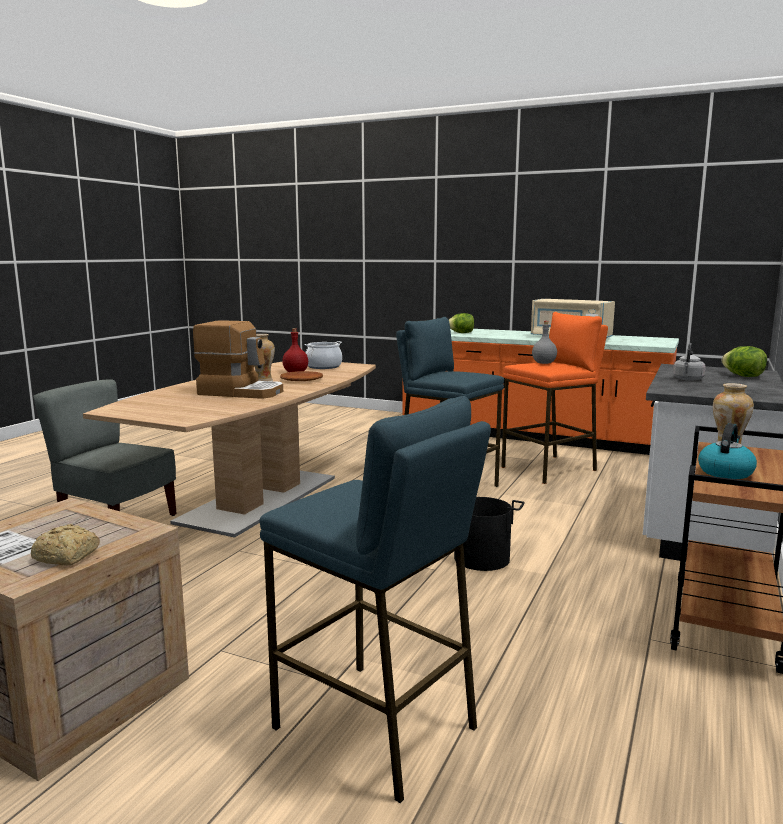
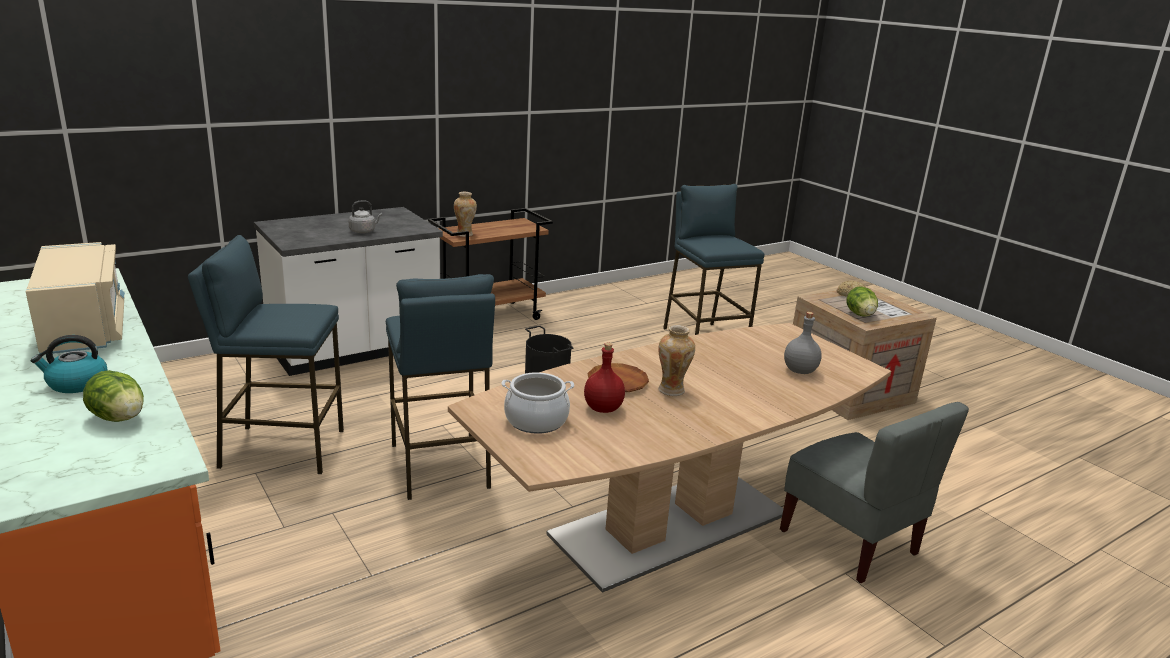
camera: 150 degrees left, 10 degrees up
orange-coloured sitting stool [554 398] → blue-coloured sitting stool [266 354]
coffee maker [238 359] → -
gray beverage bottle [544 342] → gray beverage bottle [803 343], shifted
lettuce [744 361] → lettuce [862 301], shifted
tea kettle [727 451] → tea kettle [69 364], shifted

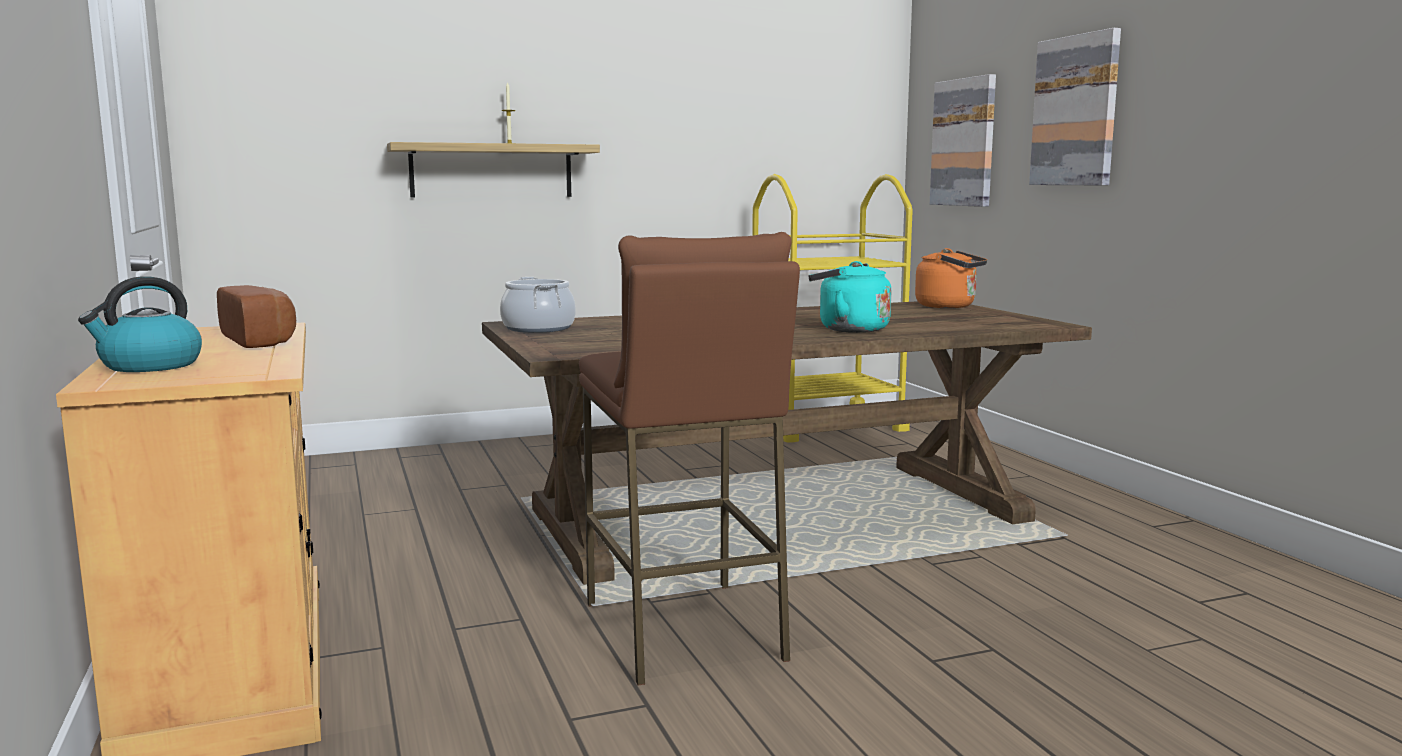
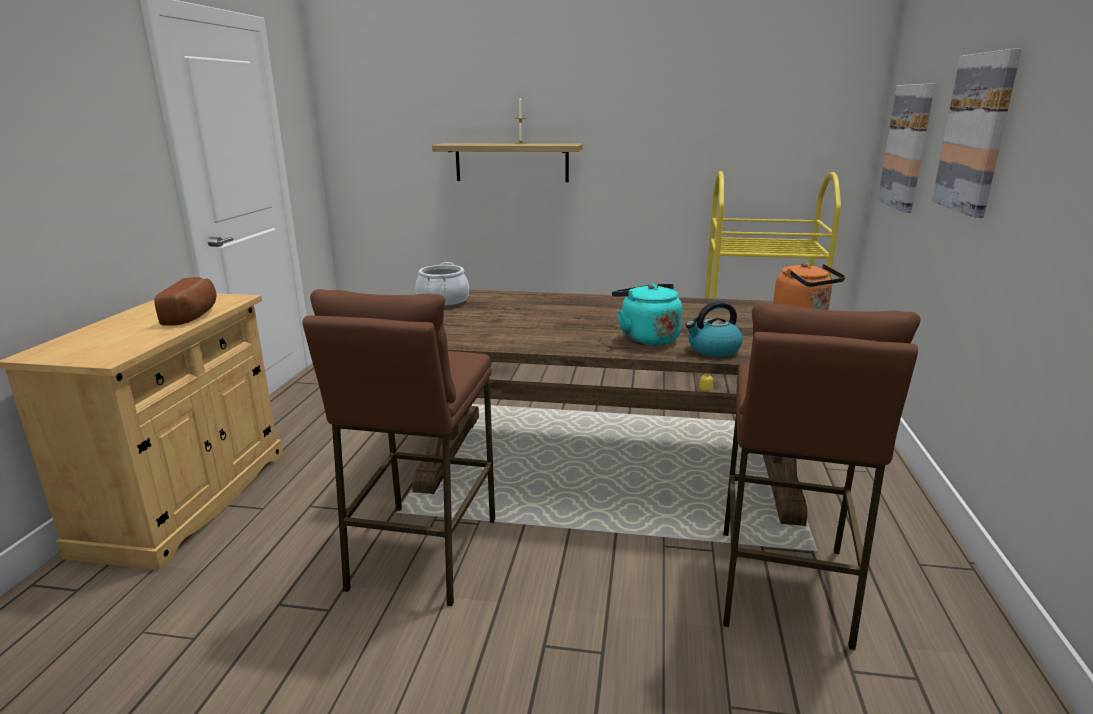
camera: 30 degrees right, 10 degrees up
tea kettle [140 324] → tea kettle [714 329], shifted
- → brown sitting stool [821 476]

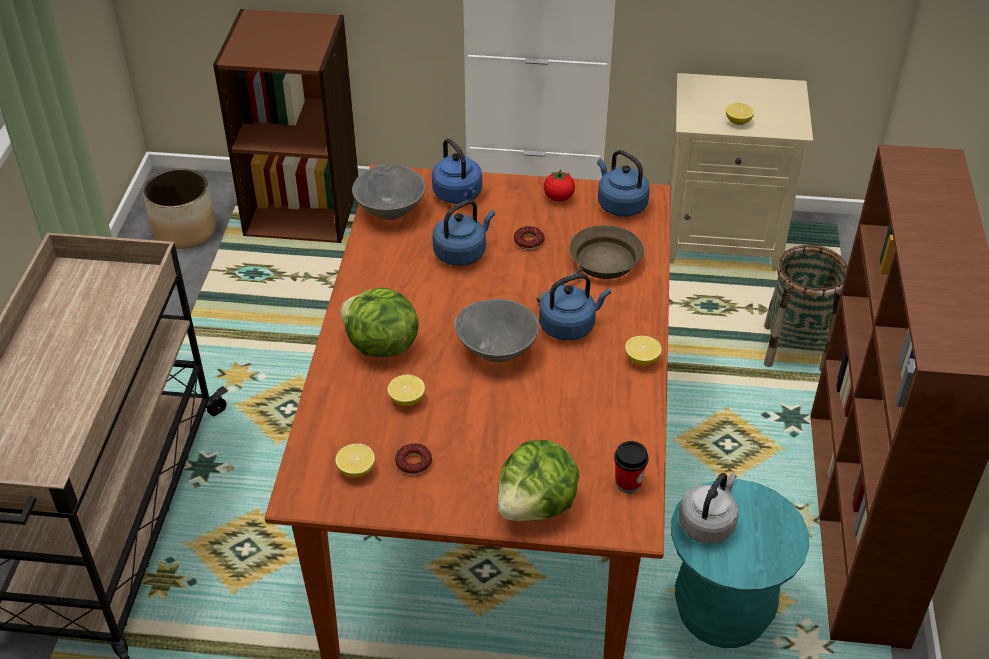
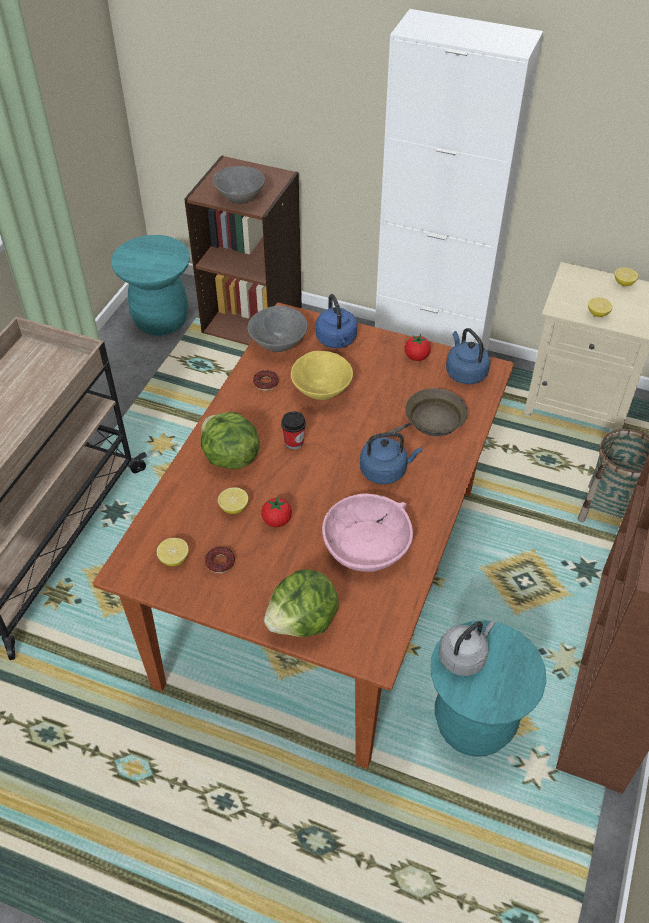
camera: 15 degrees right, 5 degrees up
plant pot [179 208] → turquoise-coloured sitting stool [150 285]
blue-coloured tea kettle [463 233] → yellowish deep dish [322 375]
donut [529 238] → donut [266 380], shifted
gray deep dish [496 330] → gray deep dish [239 185], shifted
whole lemon [643 351] → whole lemon [626 276], shifted
drinking cup [631 467] → drinking cup [293 430], shifted
- → pink deep dish [367 533]
- → whole tomato [276 511]

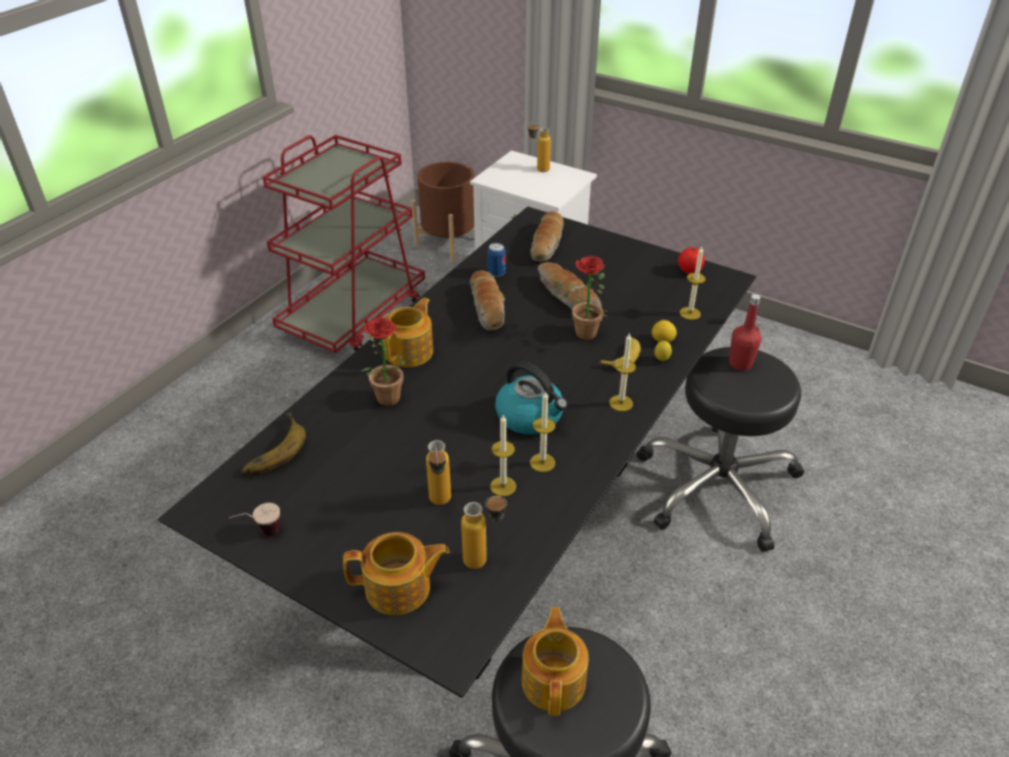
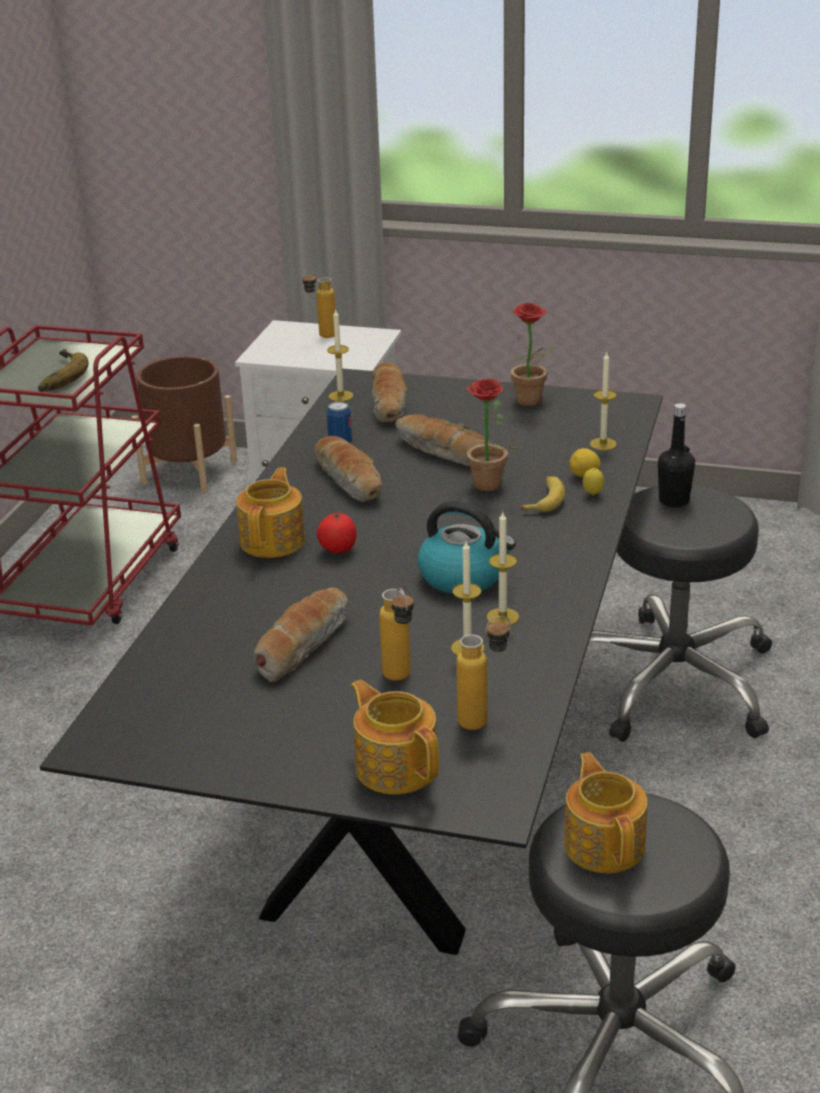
camera: 15 degrees left, 10 degrees down
whole tomato [691 260] → whole tomato [337 533], shifted
red beverage bottle [745 332] → black beverage bottle [676 455]
houseplant [390 361] → houseplant [532 354], shifted
wax light [622 372] → wax light [340 354], shifted
banana [273 444] → banana [63 370], shifted
drinking cup [254 520] → -
teapot [396 573] → teapot [395 737], 105 degrees counterclockwise
- → bakery bread [301 634]

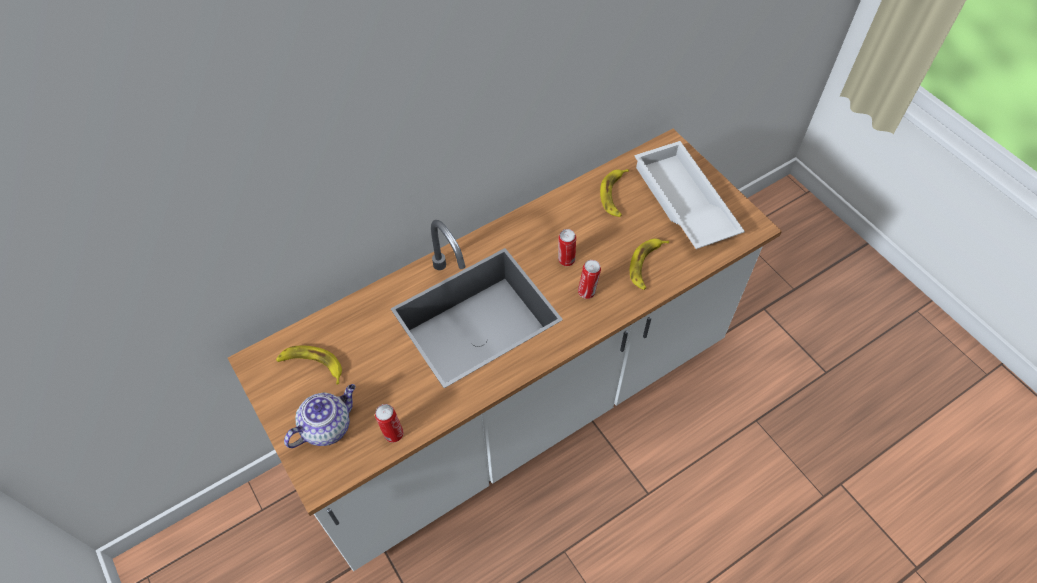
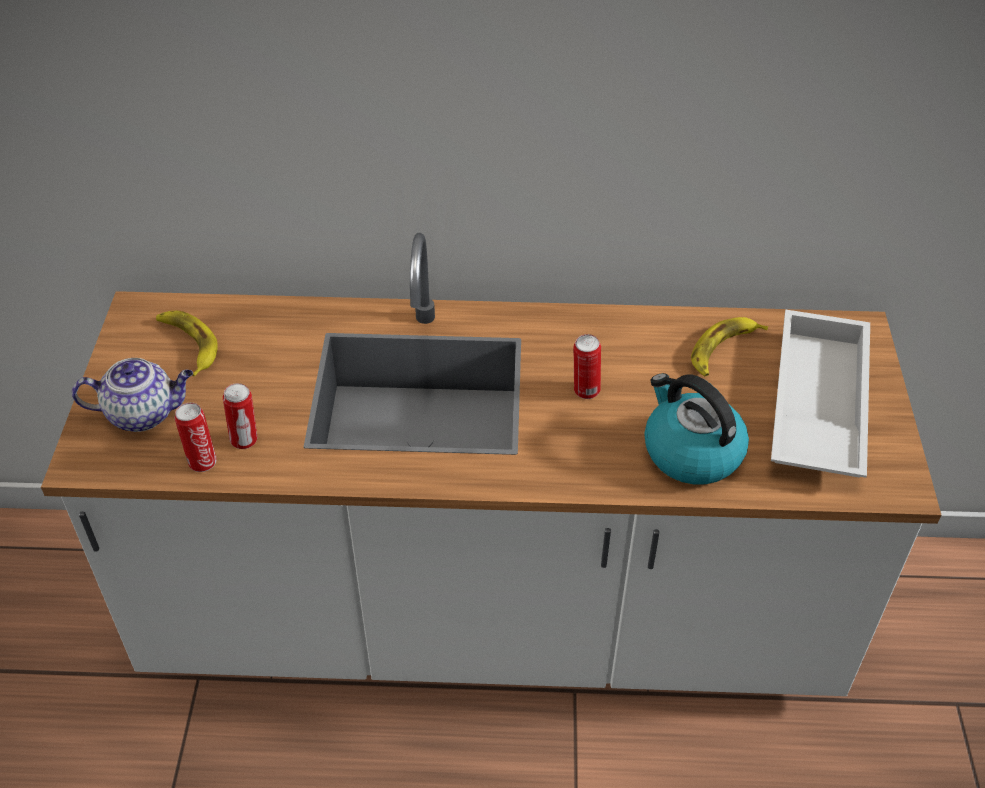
camera: 35 degrees right, 10 degrees down
banana [649 264] → tea kettle [696 428]
sealed can [589 279] → sealed can [240 416], shifted

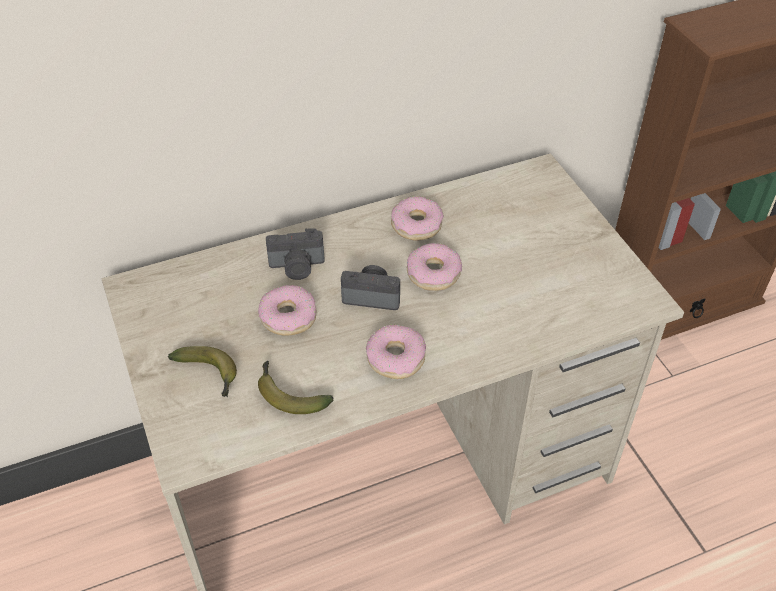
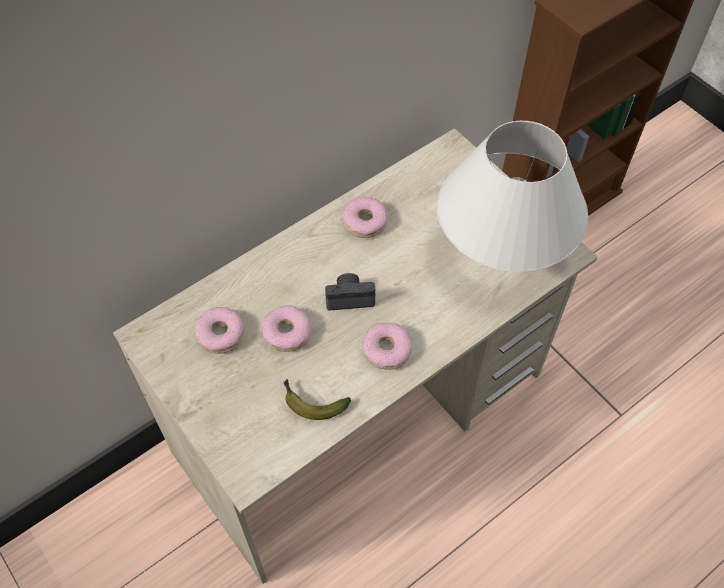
camera: 15 degrees left, 10 degrees up
photo camera [295 254] → -
donut [434 267] → donut [220 330], shifted
banana [202 371] → -
- → white-coloured table lamp [512 196]

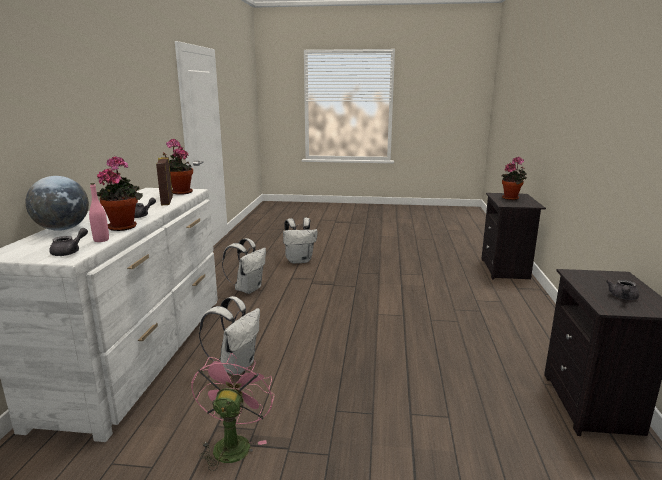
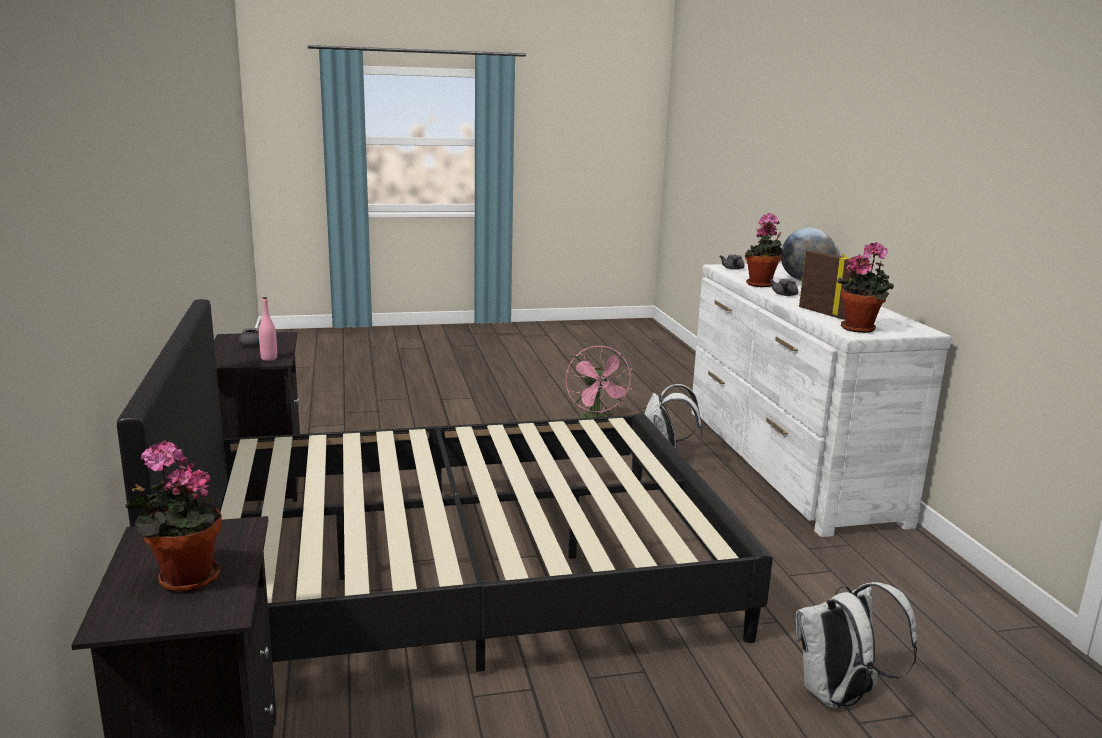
camera: 160 degrees right, 0 degrees up
pink beverage bottle [99 212] → pink beverage bottle [268 329], shifted
white-coloured knapsack [244 266] → -
- → black bedroom bed [445 485]

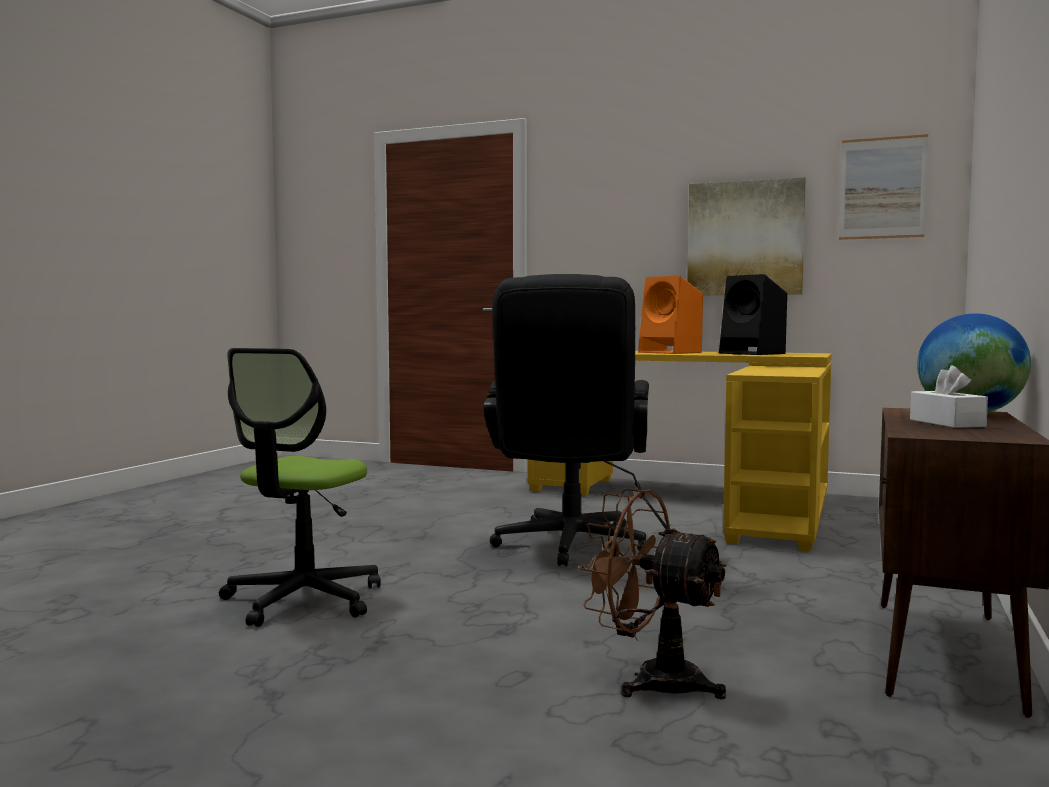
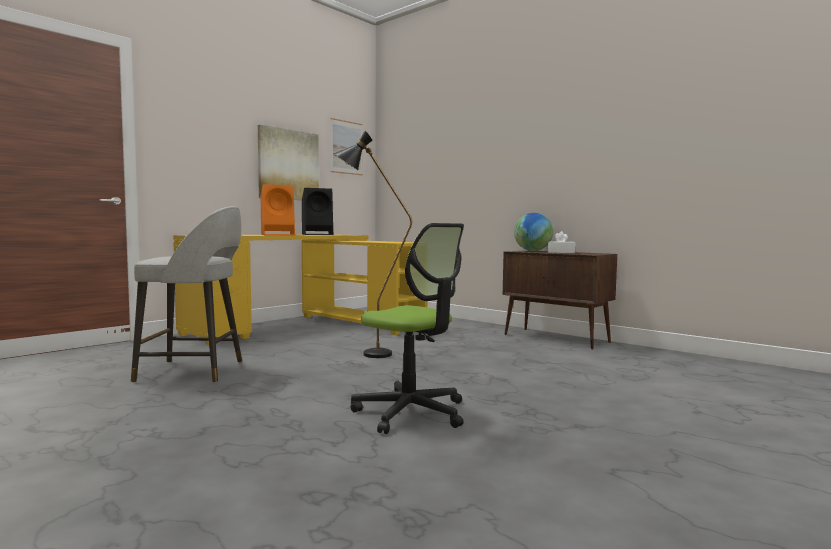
camera: 70 degrees left, 0 degrees up
black desk chair [566 420] → black standing lamp [373 244]
brown cooling fan [653 594] → -
- → gray sitting stool [186 294]

